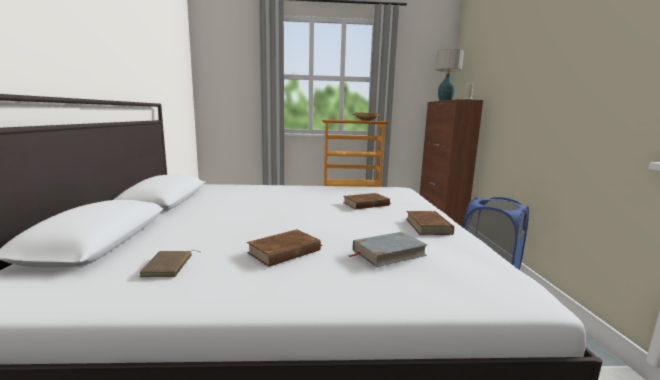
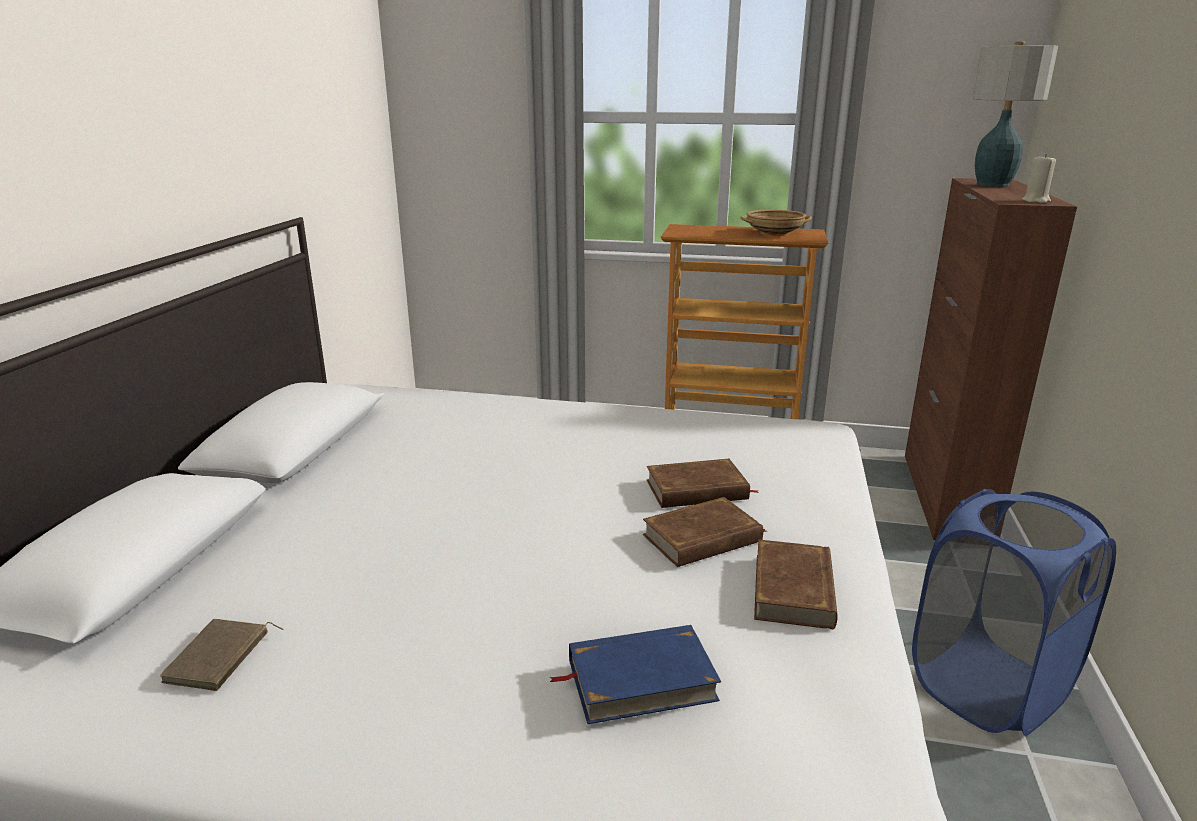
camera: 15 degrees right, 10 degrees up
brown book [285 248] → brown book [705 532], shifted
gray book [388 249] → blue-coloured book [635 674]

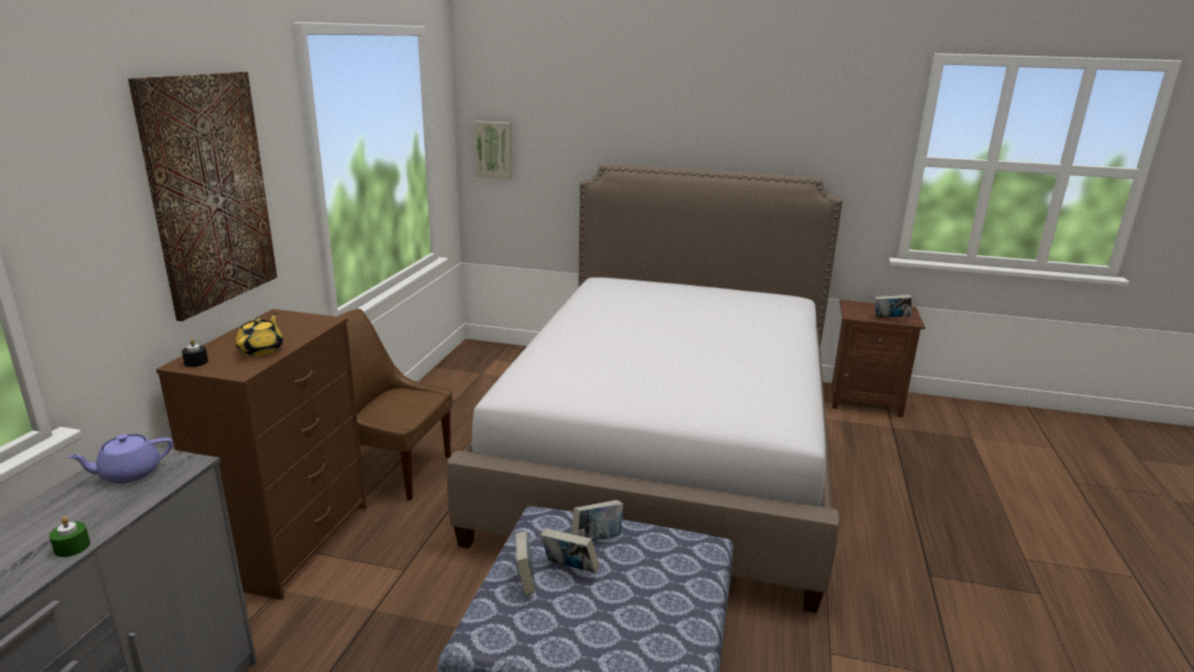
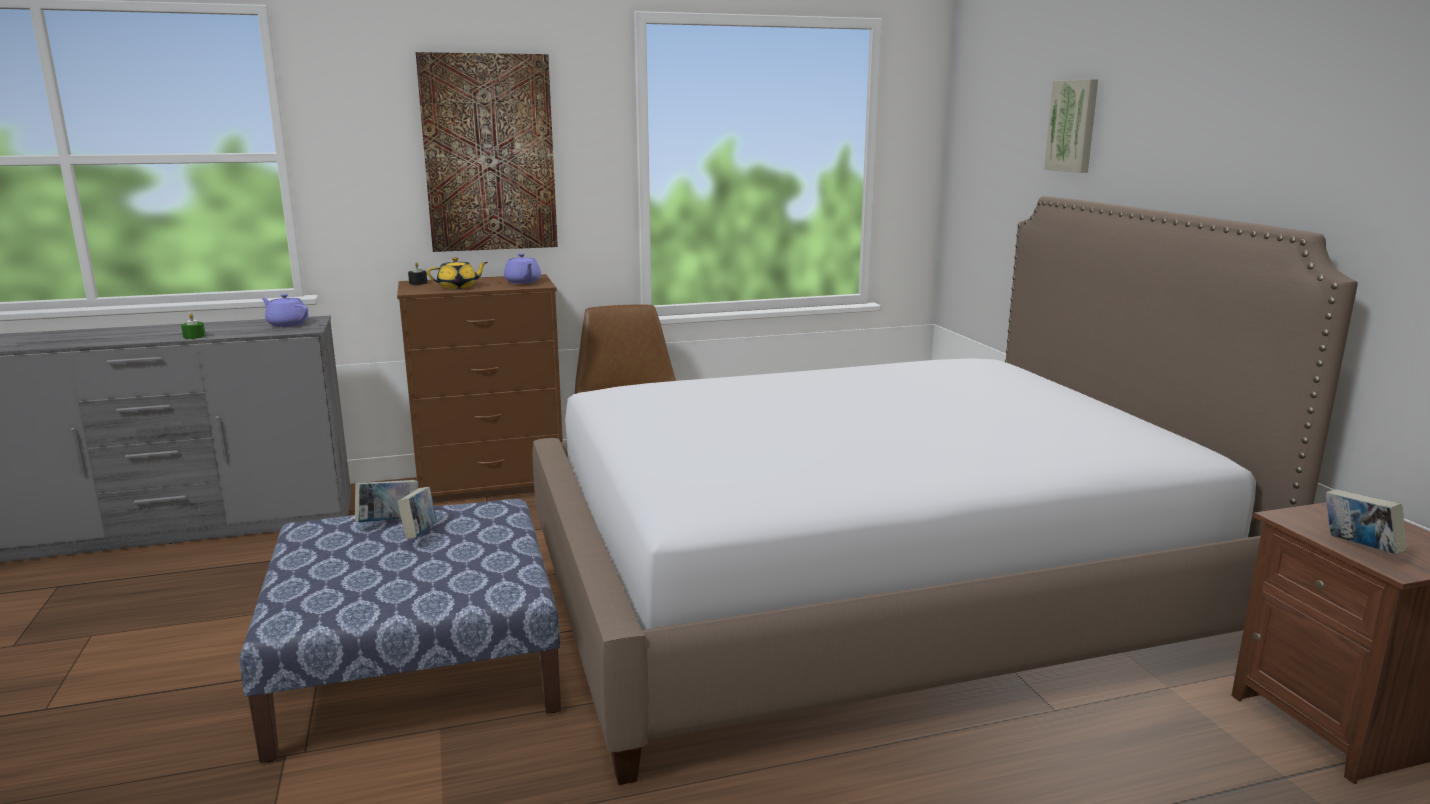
camera: 60 degrees right, 5 degrees down
wall picture [493 150] → wall picture [1071 126], shifted
book [597 520] → -
- → purplish teapot [522 268]

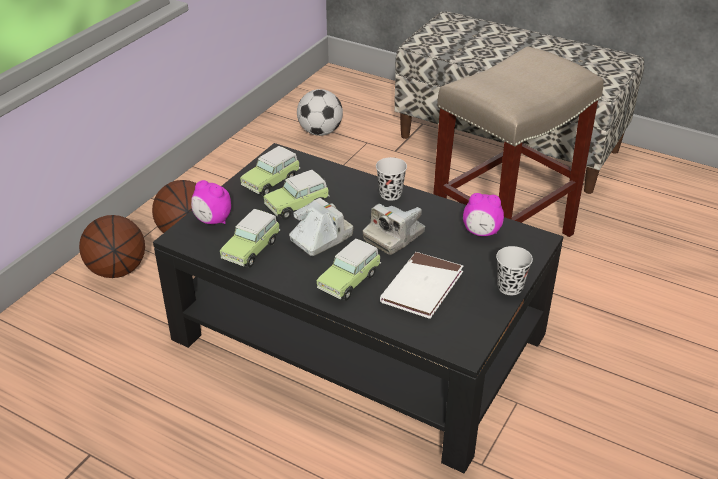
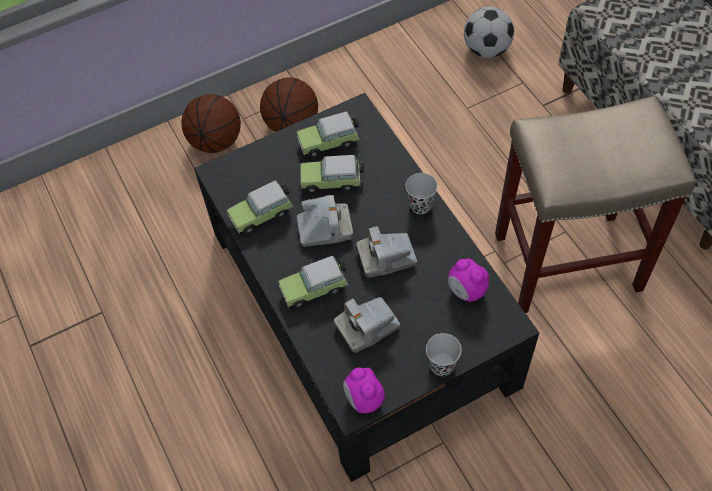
camera: 35 degrees right, 20 degrees up
table clock [211 202] → table clock [364 390], shifted
white-coloured book [421 285] → photo camera [367 325]

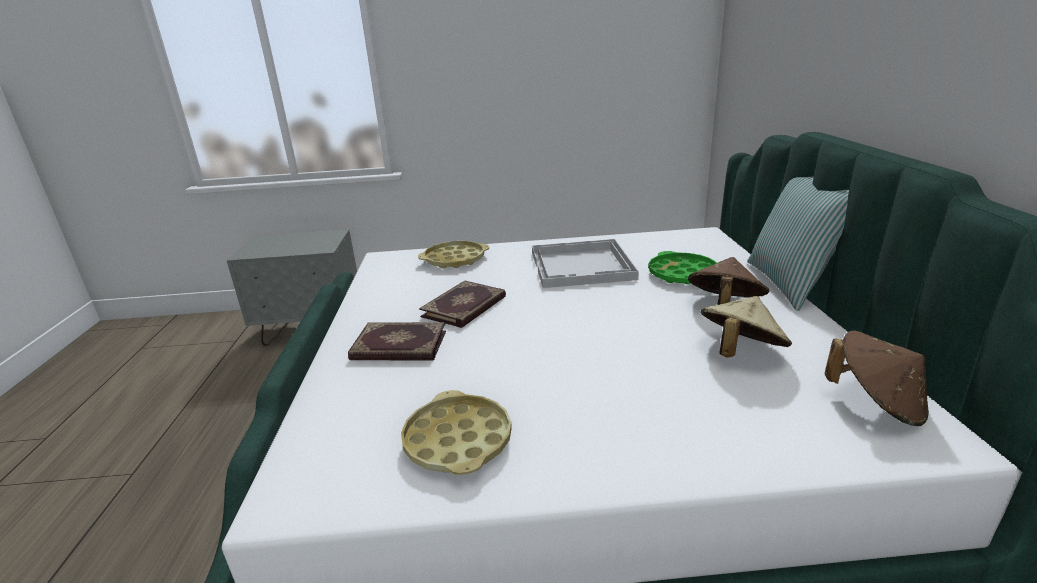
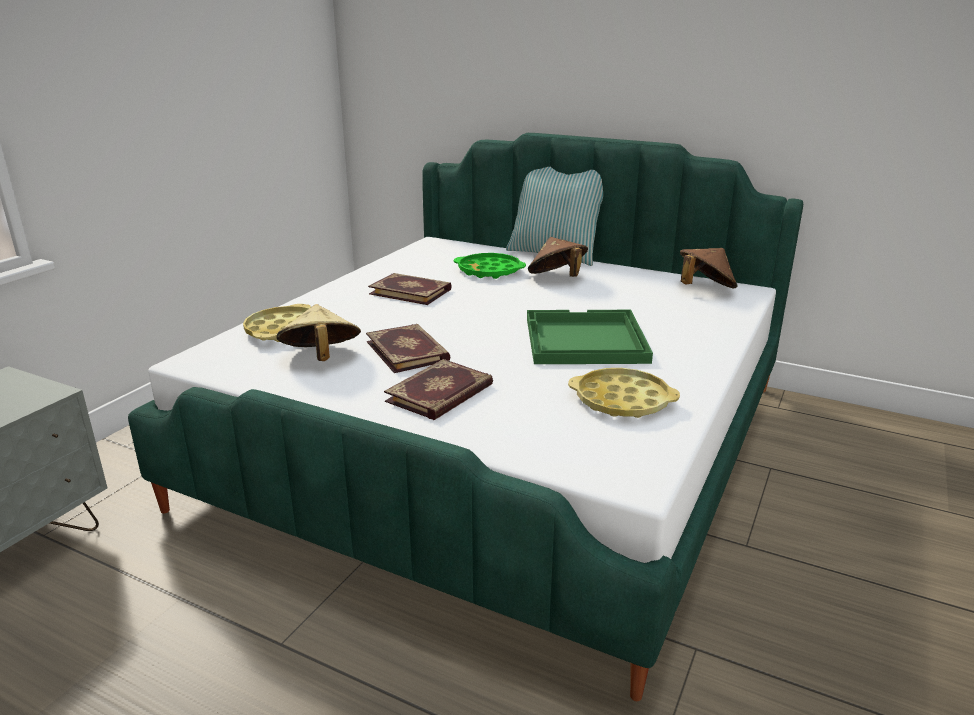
camera: 60 degrees left, 0 degrees up
white-coloured carrying tray [585 263] → book [410 289]
sand-coloured wearable hat [746 326] → sand-coloured wearable hat [319 332], shifted
- → green carrying tray [590 337]

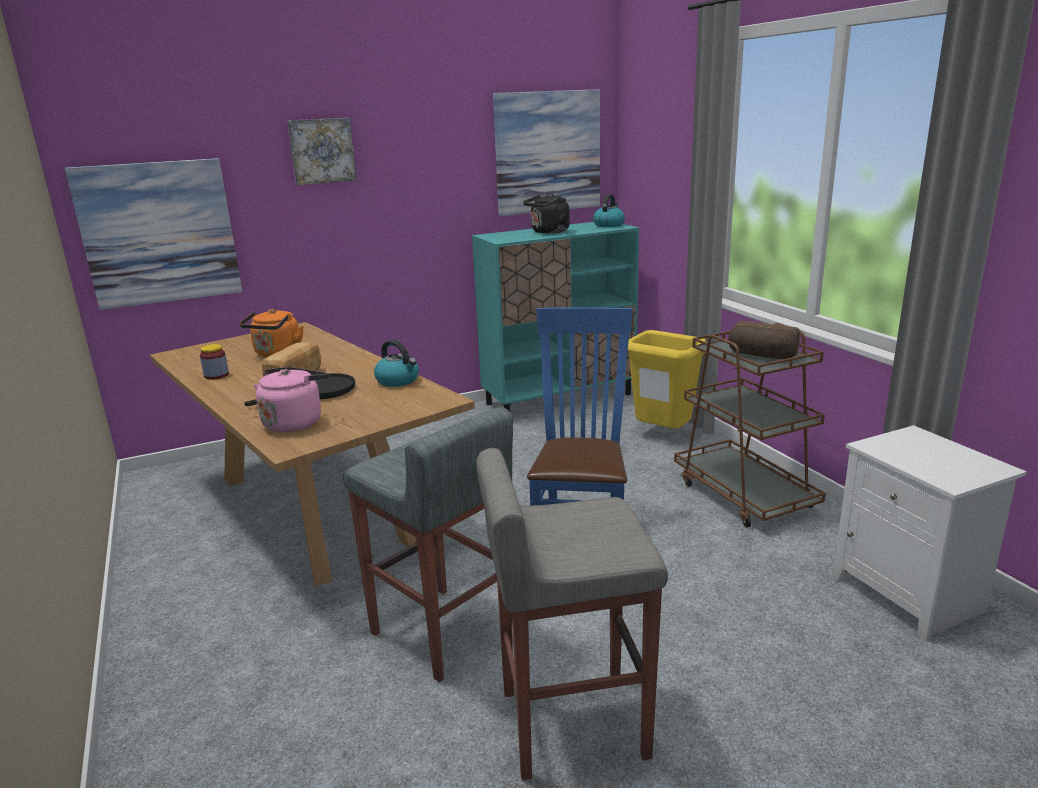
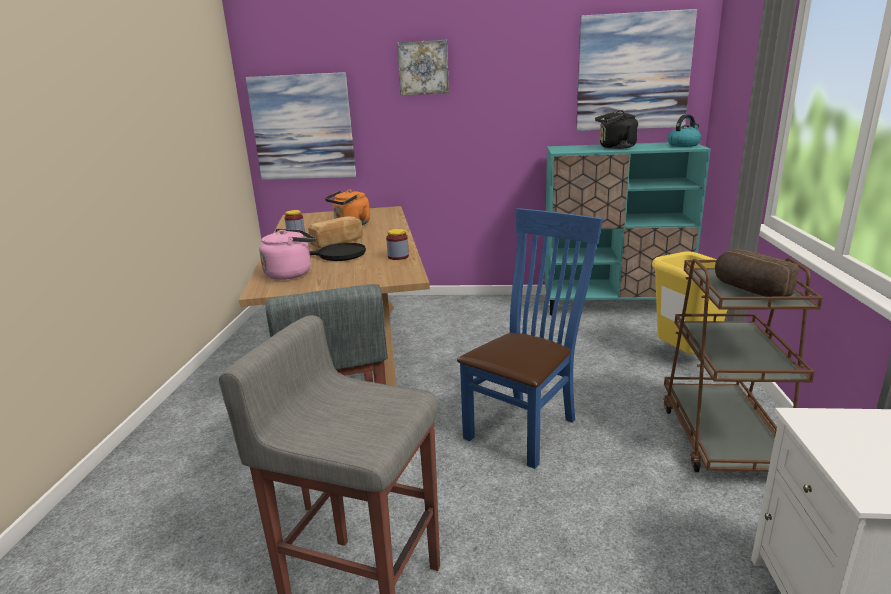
camera: 30 degrees right, 0 degrees up
tea kettle [396 363] → preserve jar [397 244]

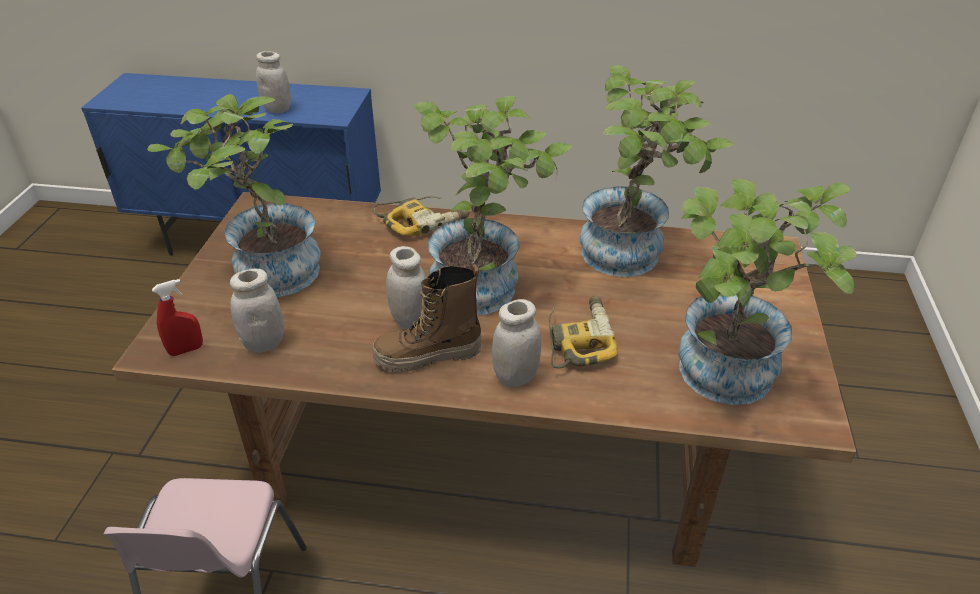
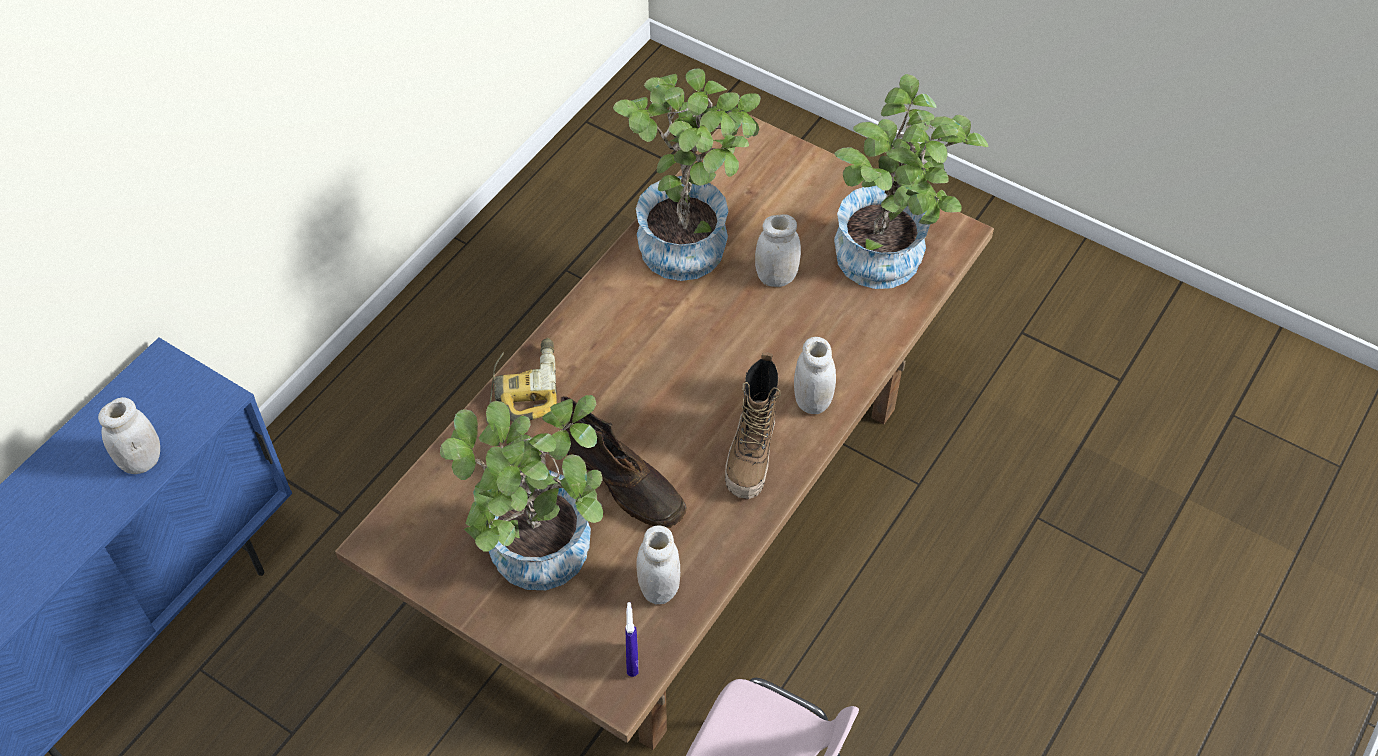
camera: 65 degrees left, 15 degrees up
houseplant [493 205] → -
white-coloured preserve jar [406 287] → white-coloured preserve jar [778 250], shifted
red sprayer [177 317] → blue-coloured sprayer [632 639]
drill [583 332] → -
- → brown boot [624 462]

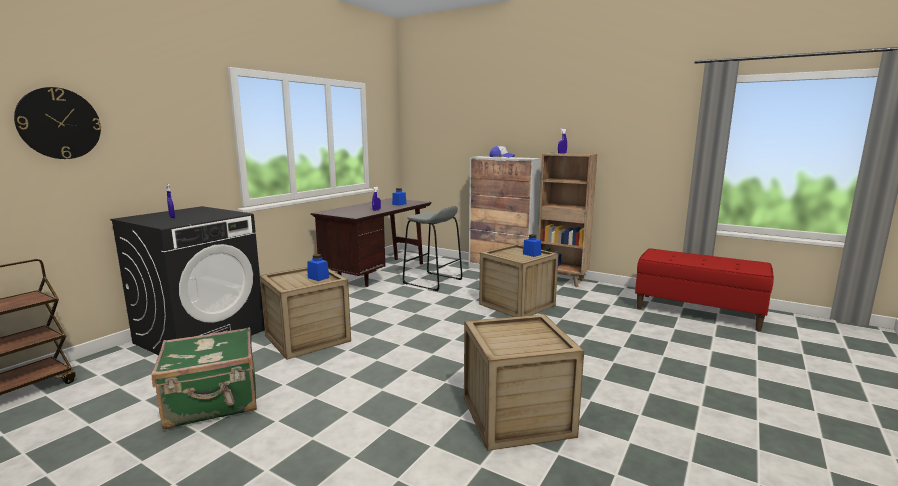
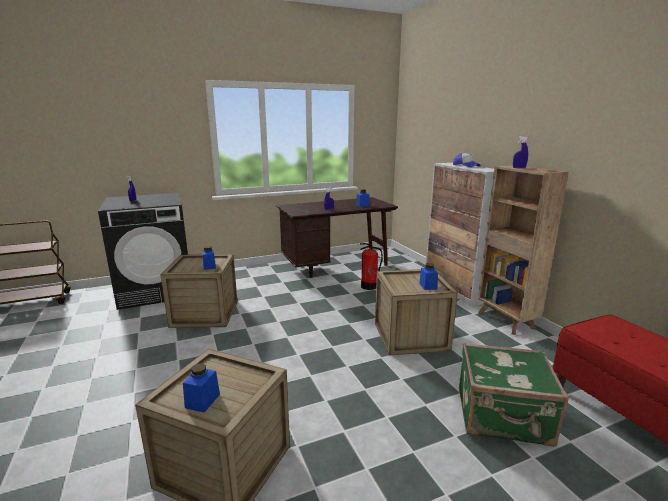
camera: 35 degrees right, 5 degrees up
clock on the wall [57 123] → -
gray sitting stool [432 248] → extinguisher [371 266]
green suitcase [204 378] → green suitcase [513 395], shifted
- → blue-coloured preserve jar [201 388]

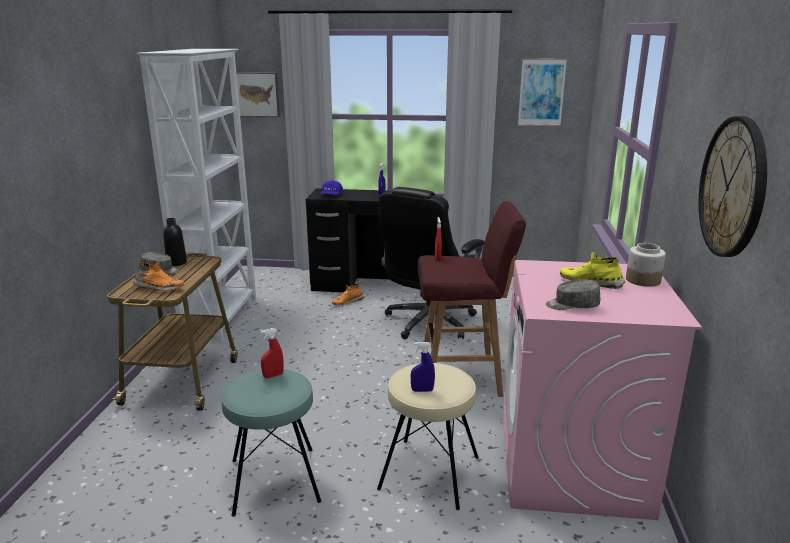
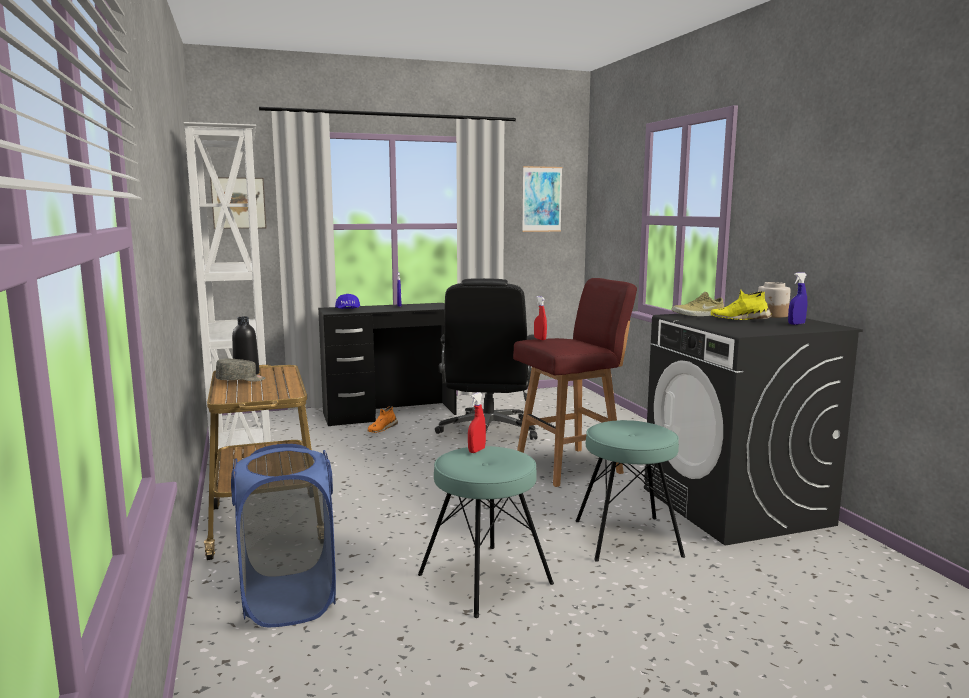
camera: 25 degrees left, 10 degrees down
clock on the wall [733 186] → -
pink laundry machine [602 390] → black laundry machine [753 429]
orange-coloured item of footwear [158 276] → -
gray cap [573 294] → -
blue-coloured sprayer [422 367] → blue-coloured sprayer [797 298], shifted
sand-coloured sitting stool [428 436] → turquoise-coloured sitting stool [630 491]
- → sand-coloured item of footwear [698 304]
- → blue-coloured hamper [283 535]

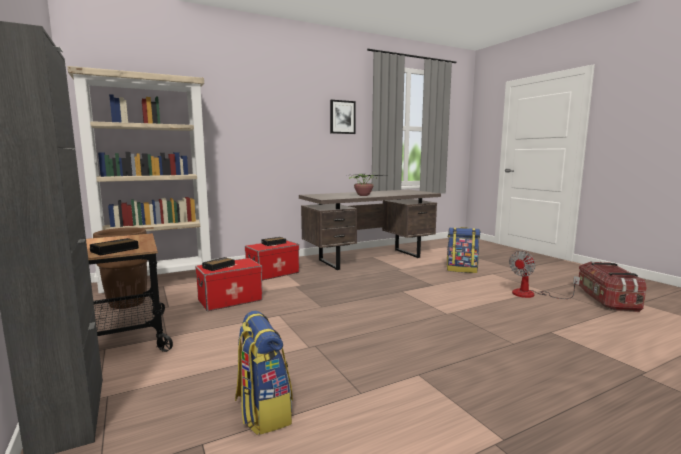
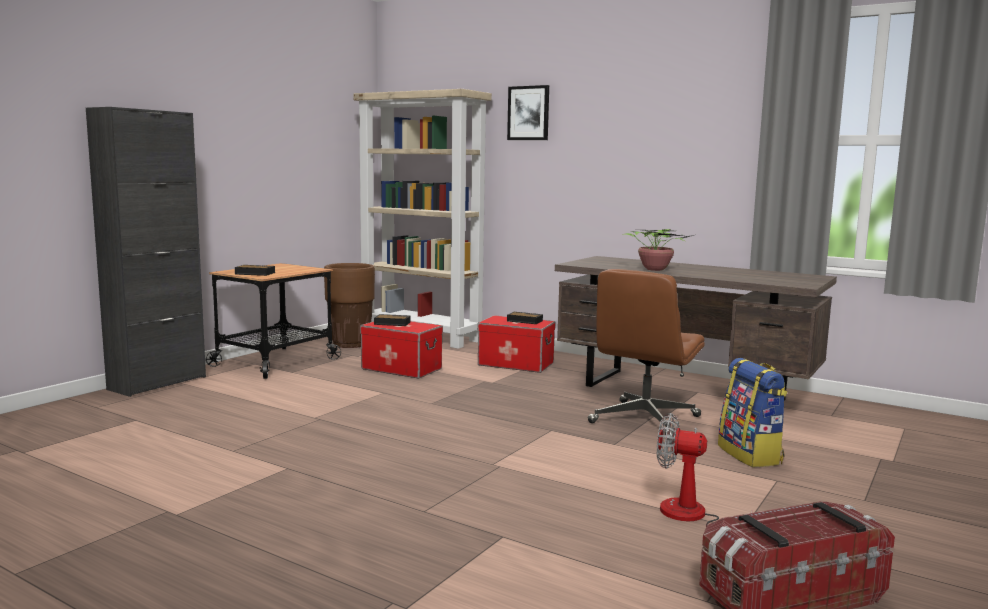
camera: 60 degrees right, 0 degrees up
wall picture [343 117] → wall picture [528 112], shifted
knapsack [264 373] → -
- → brown desk chair [646 352]

